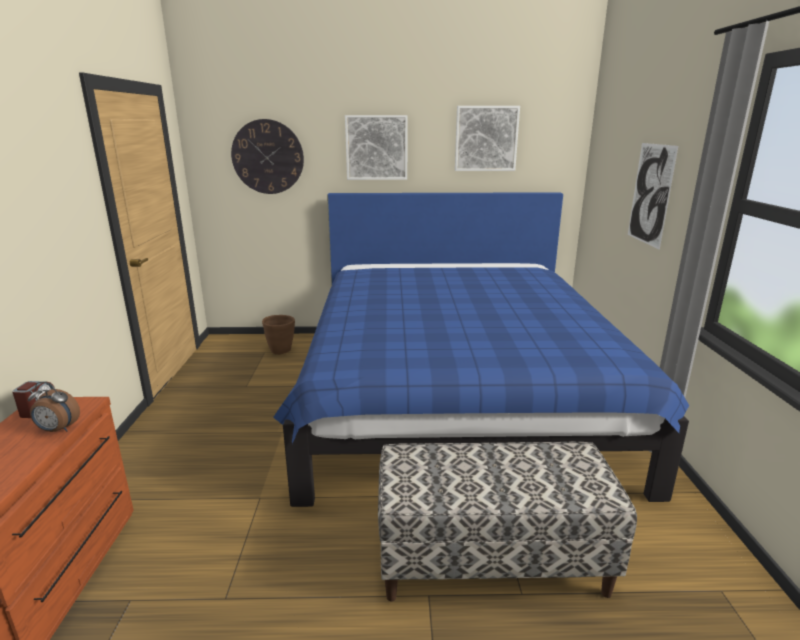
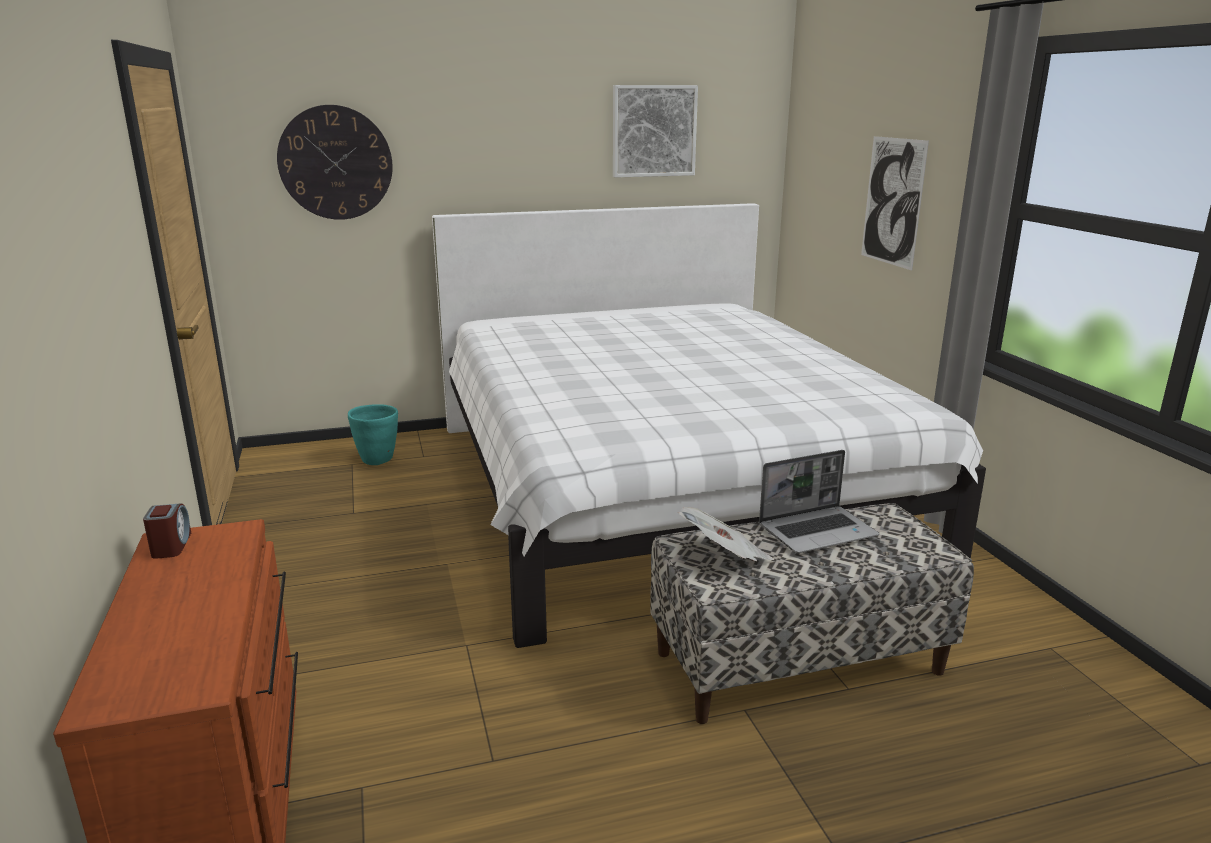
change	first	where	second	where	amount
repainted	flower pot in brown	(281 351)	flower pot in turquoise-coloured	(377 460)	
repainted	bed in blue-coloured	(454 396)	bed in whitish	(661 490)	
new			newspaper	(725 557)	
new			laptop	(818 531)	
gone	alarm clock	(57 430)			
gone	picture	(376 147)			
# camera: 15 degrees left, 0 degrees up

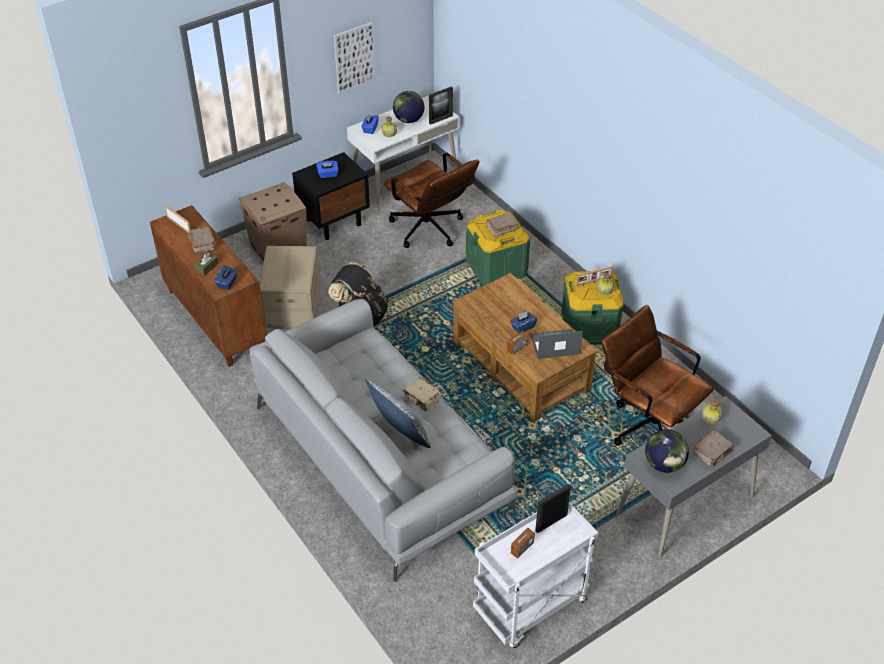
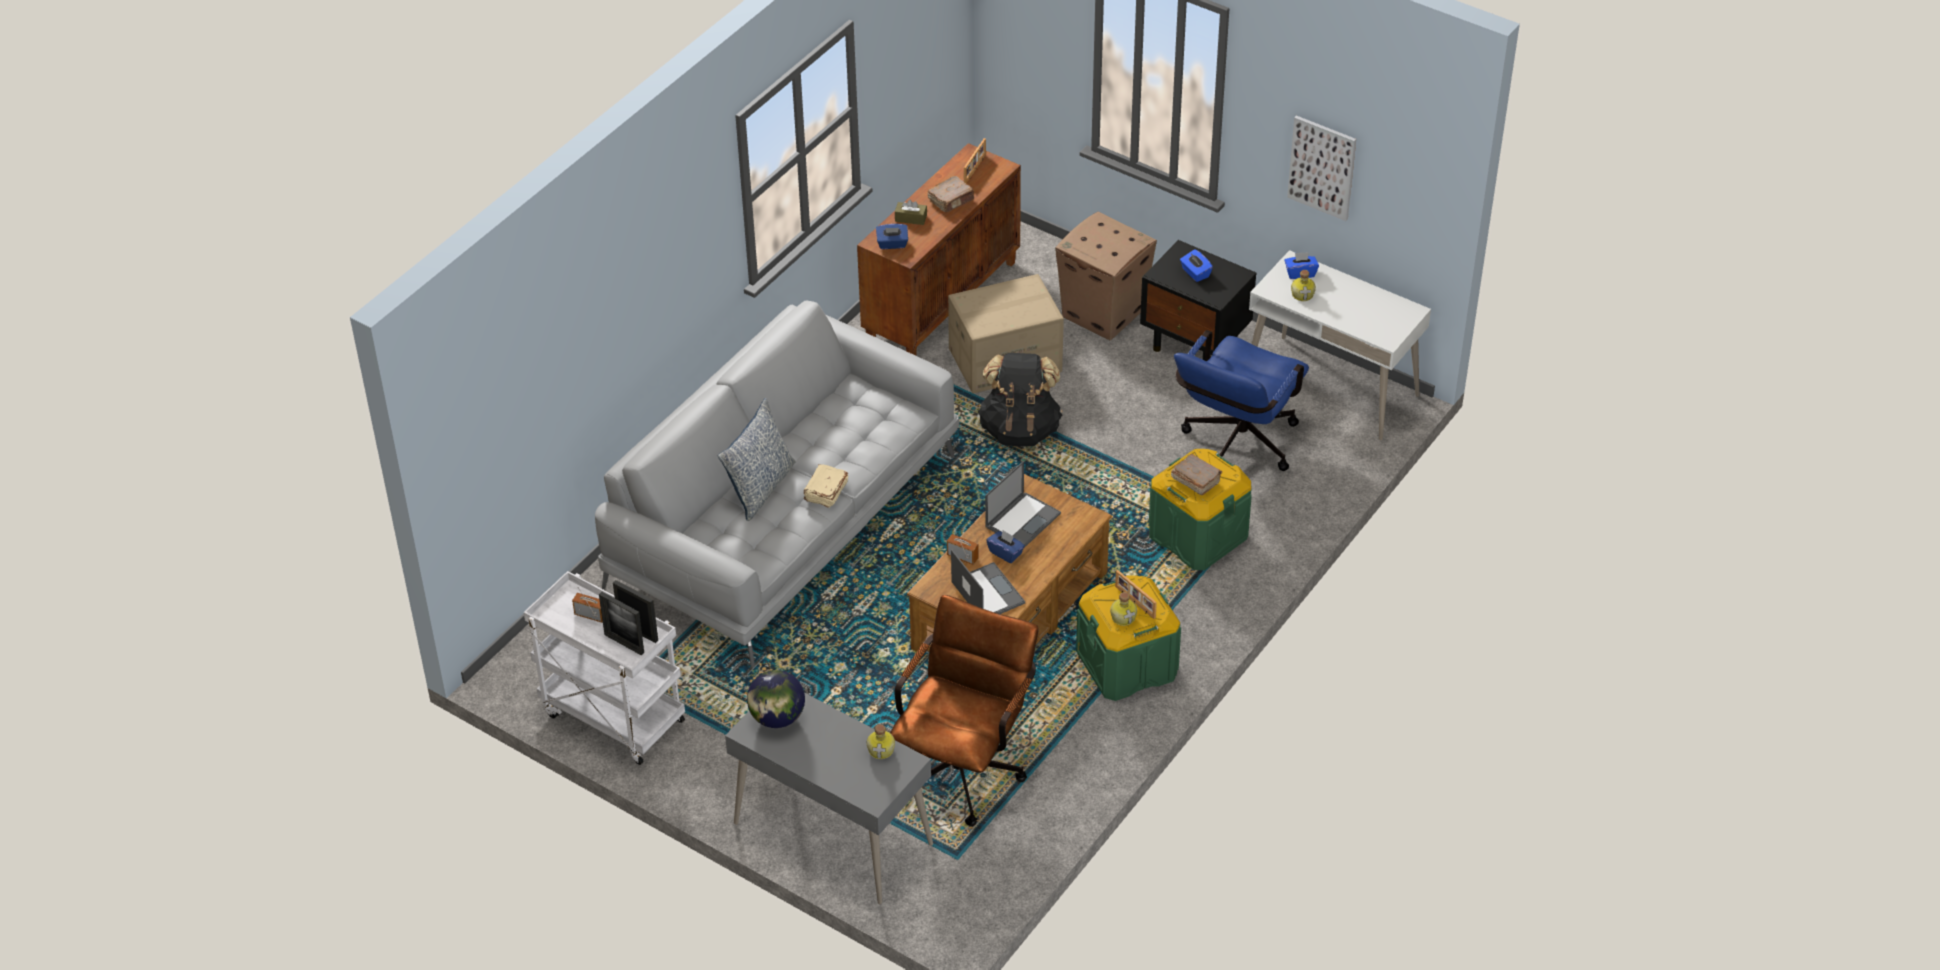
change	first	where	second	where	amount
shifted	picture frame	(440 119)		(624 643)	
new			laptop	(1023 519)	
repainted	computer chair in brown	(431 231)	computer chair in blue-coloured	(1235 447)	
gone	world globe	(408 120)			
gone	bound book in brown	(712 453)			
# camera: 70 degrees right, 0 degrees up

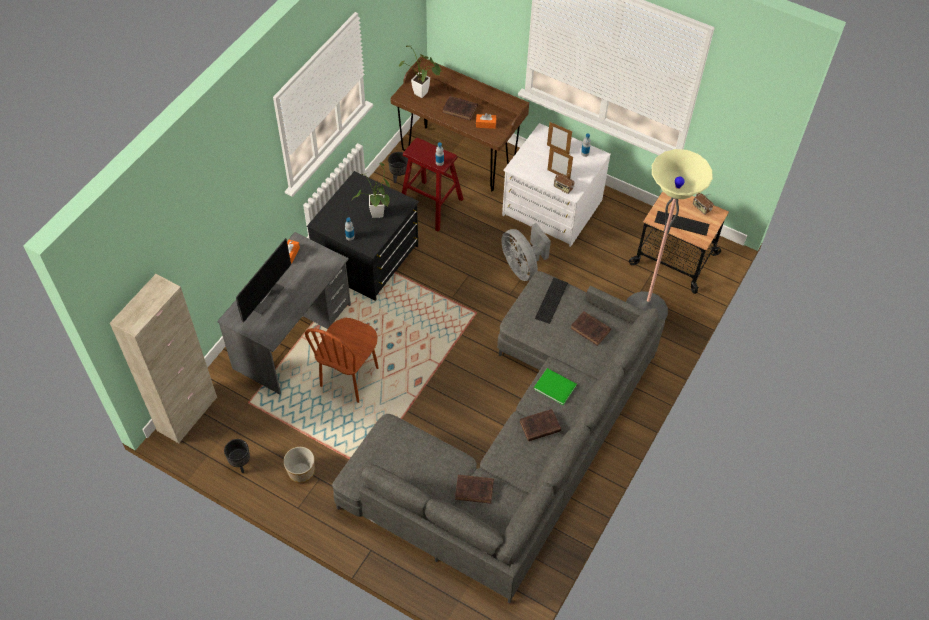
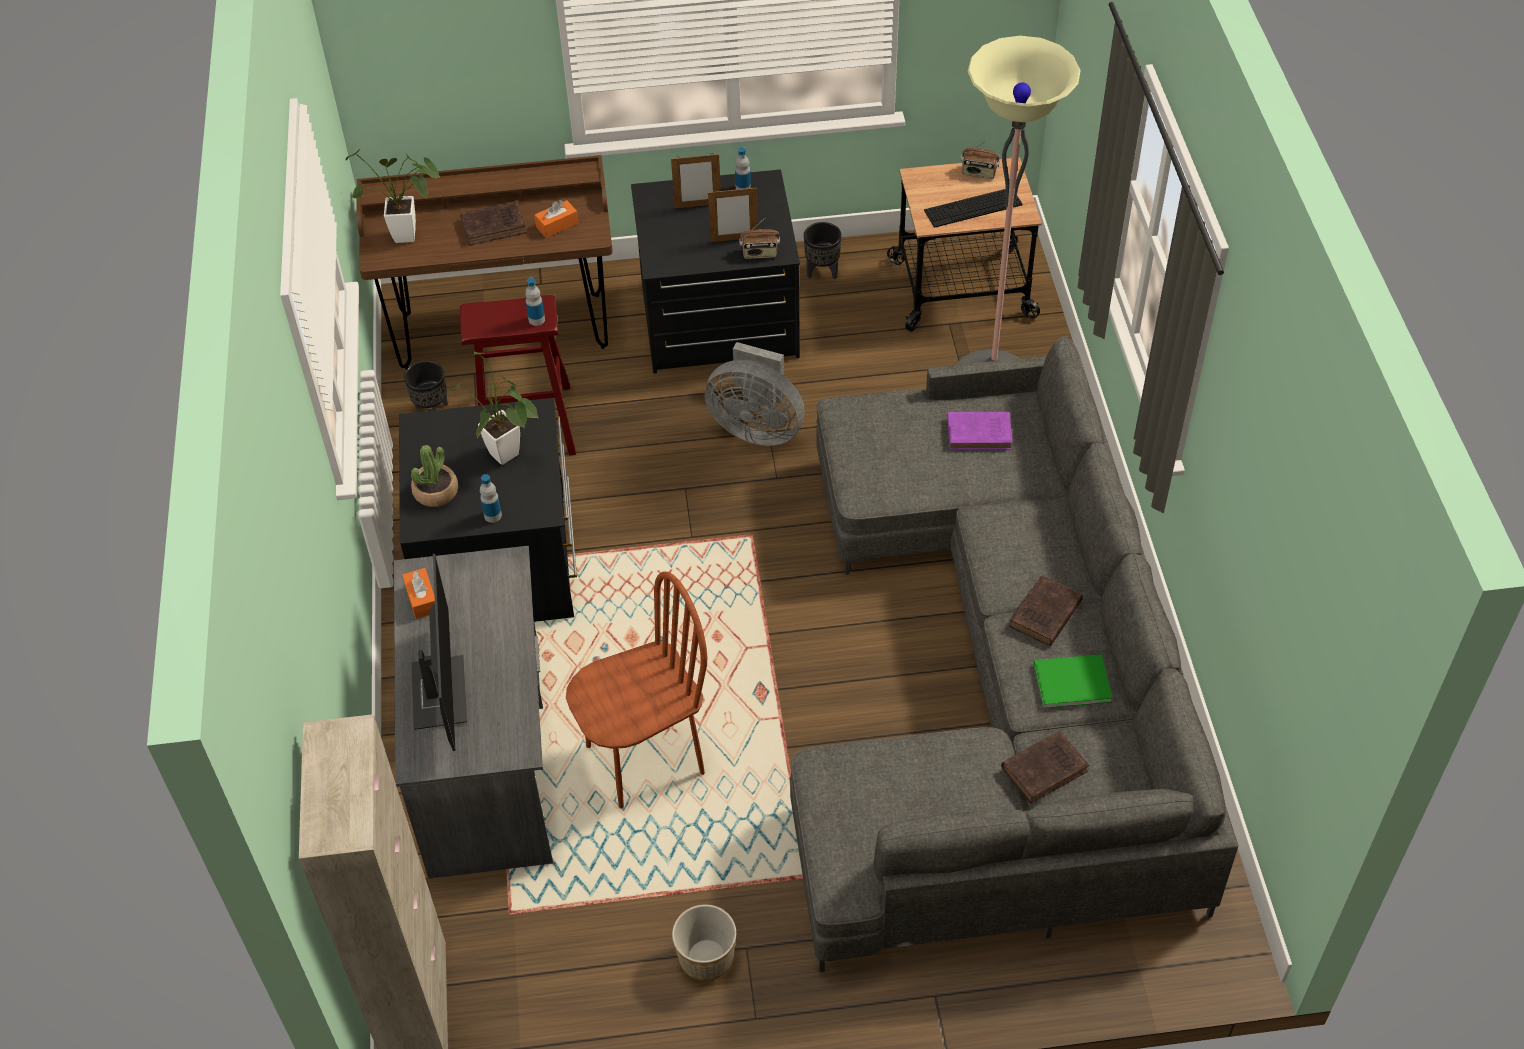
change	first	where	second	where	amount
new			potted plant	(436 492)	
rotated	chair in brown	(350 377)		(644 759)	105 degrees counterclockwise
repainted	chest of drawers in whitish	(551 208)	chest of drawers in blackish	(719 321)	
shifted	flower pot in blackish	(240 464)		(821 272)	
repainted	bound book in brown	(591 330)	bound book in purple-coloured	(981 433)	
shifted	bound book in greenish	(554 386)		(1069 681)	
gone	PC keyboard	(551 300)			
# camera: 35 degrees left, 5 degrees down

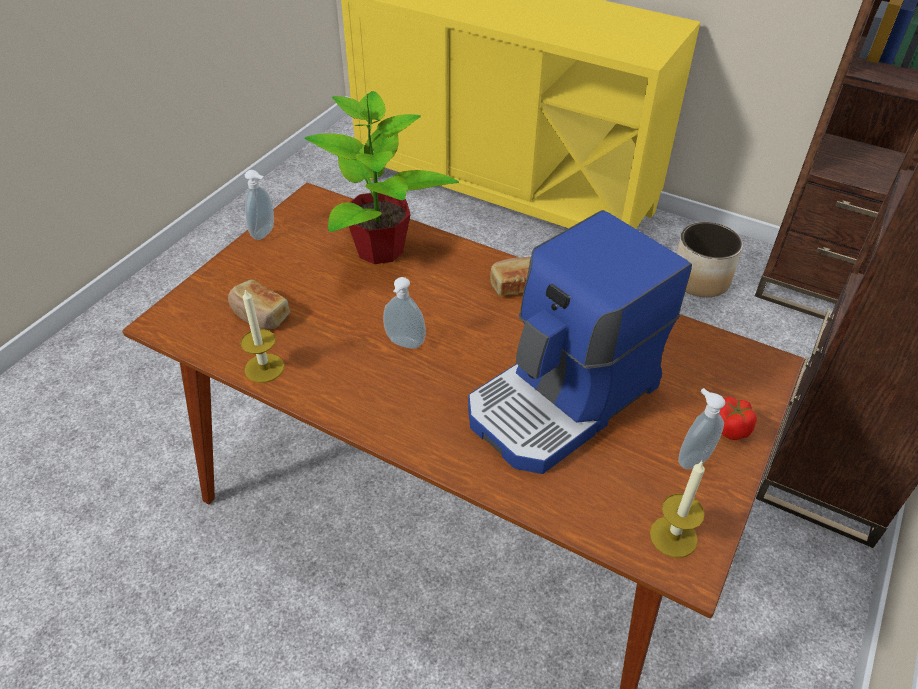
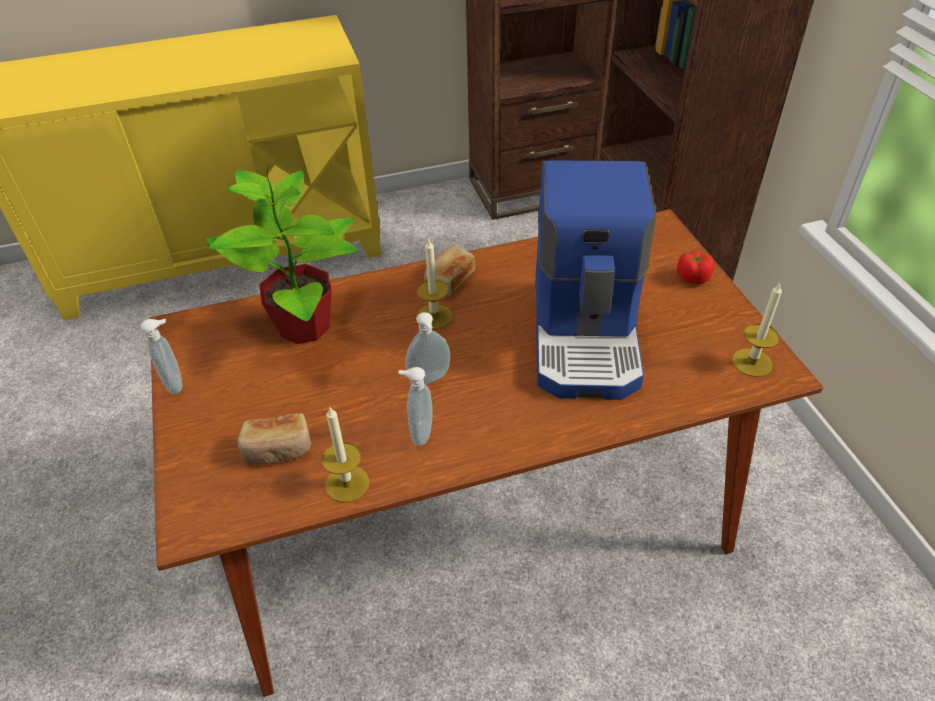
change	first	where	second	where	amount
shifted	liquid soap bottle	(692 458)		(419 433)	
new			wax candle	(434 317)	
gone	flower pot	(700 280)			
# camera: 45 degrees left, 0 degrees up

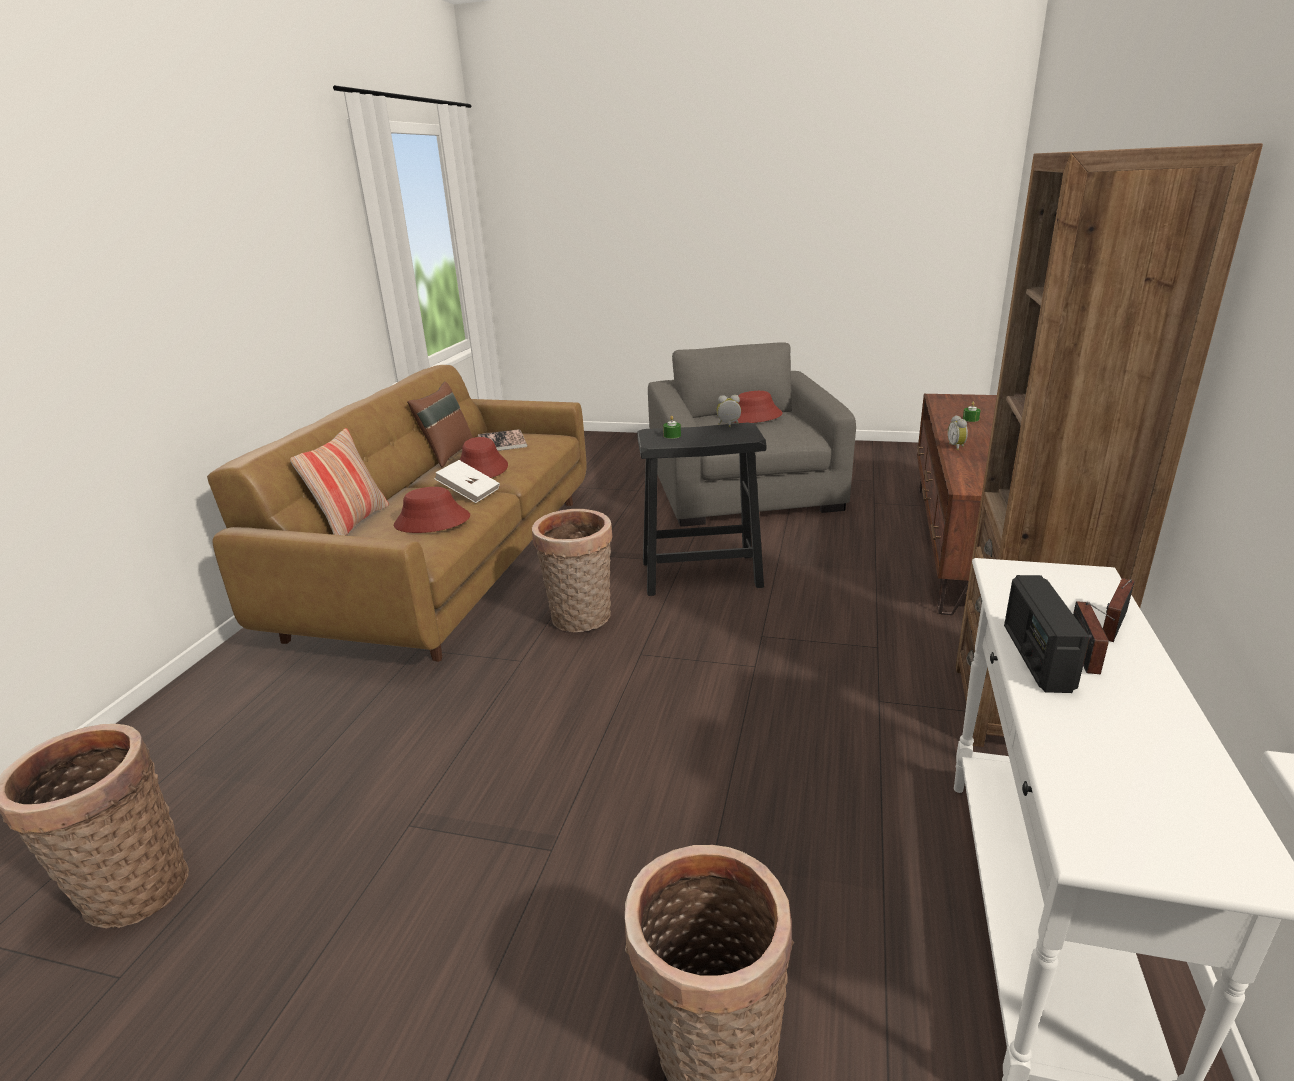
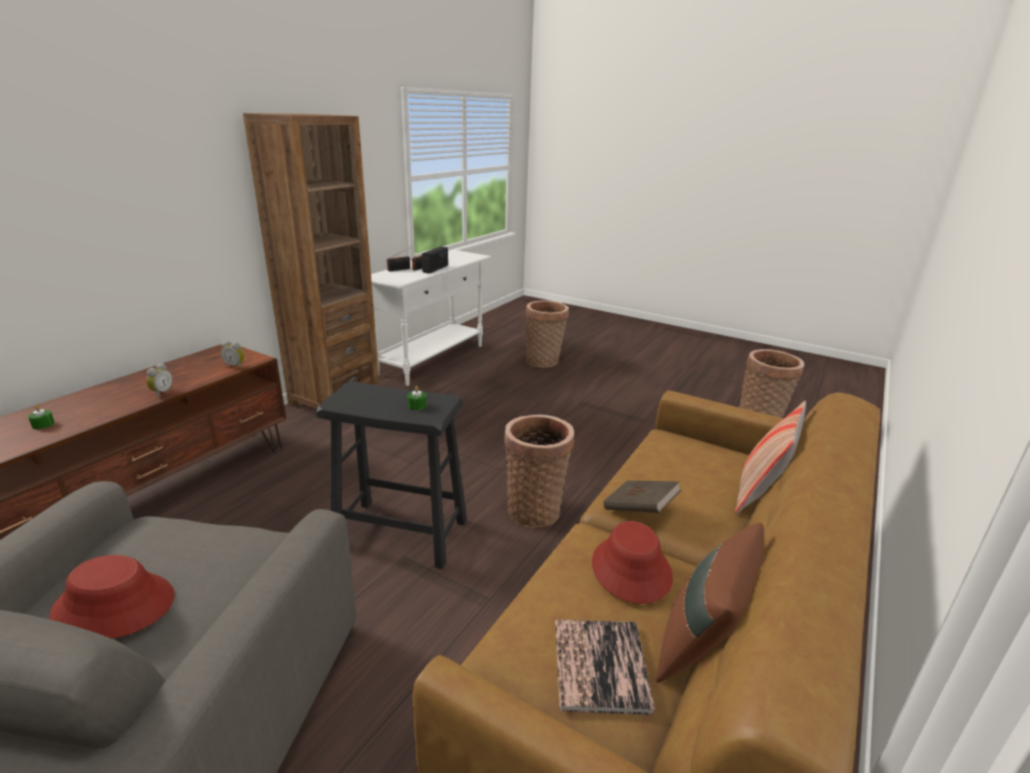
change	first	where	second	where	amount
shifted	alarm clock	(729 425)		(235 366)	
repainted	bound book in whitish	(469 493)	bound book in brown	(639 509)	
gone	wearable hat in red-coloured	(432 521)			
# camera: 165 degrees left, 0 degrees up

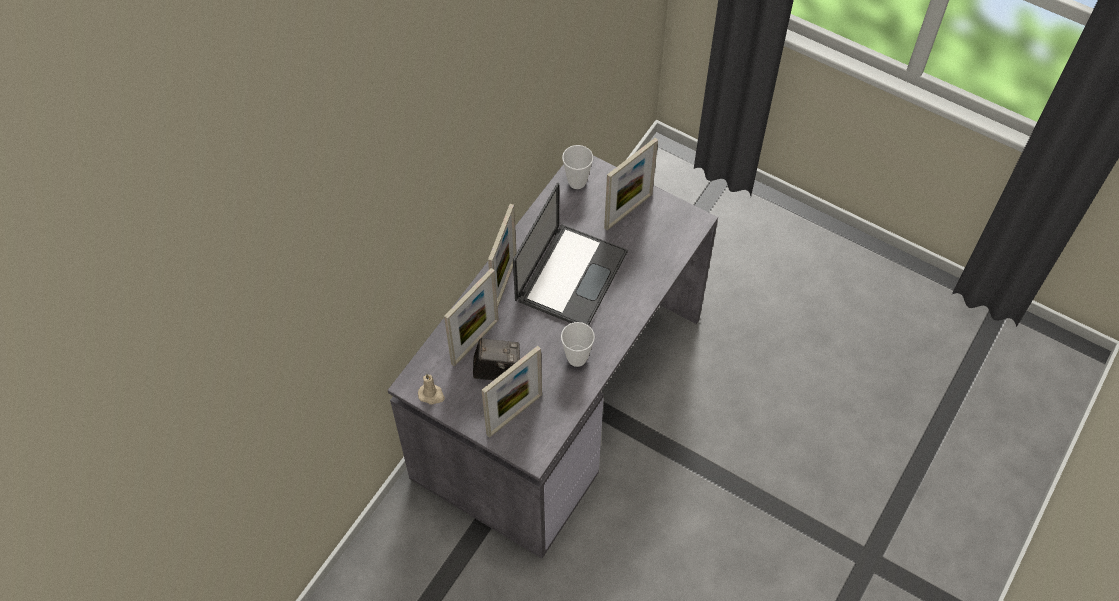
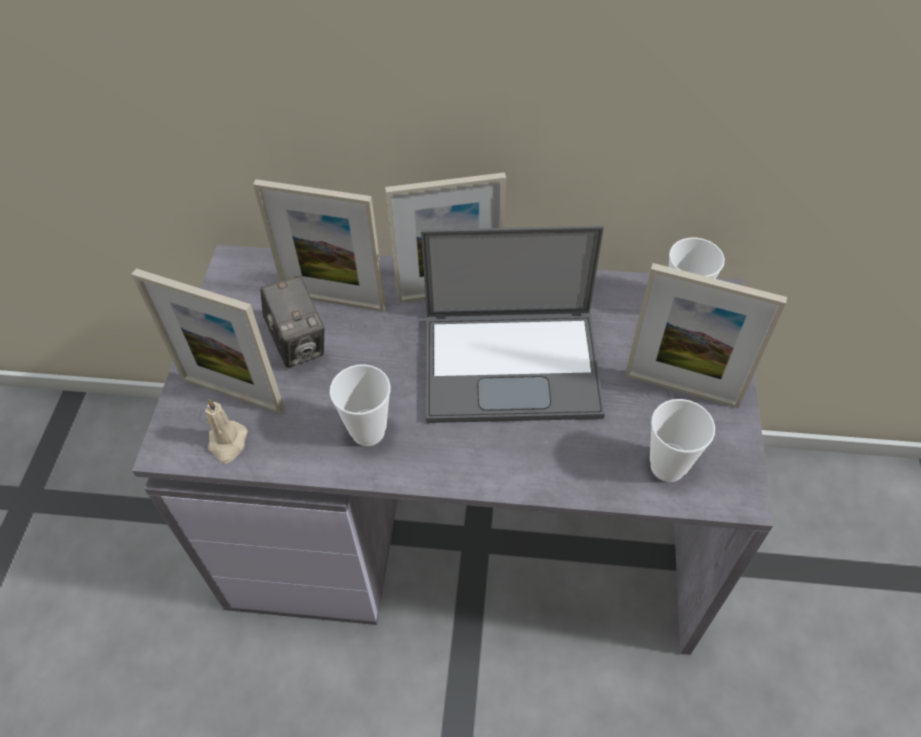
change	first	where	second	where	amount
shifted	wax candle in beige	(431 395)		(228 443)	
new			drinking cup	(667 467)	
# camera: 65 degrees right, 5 degrees down

